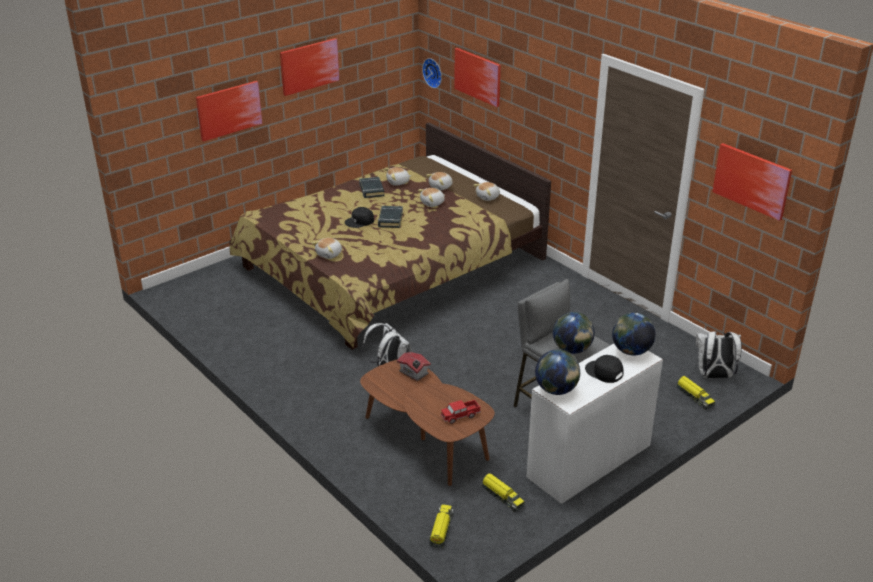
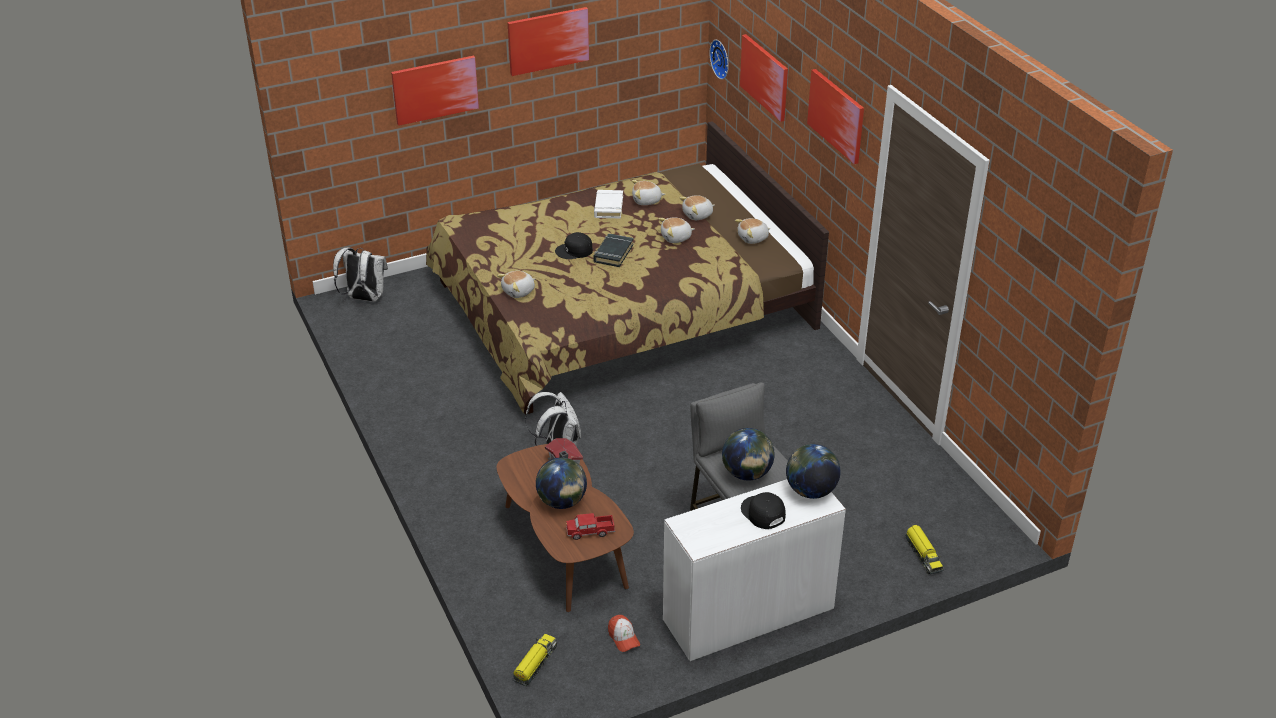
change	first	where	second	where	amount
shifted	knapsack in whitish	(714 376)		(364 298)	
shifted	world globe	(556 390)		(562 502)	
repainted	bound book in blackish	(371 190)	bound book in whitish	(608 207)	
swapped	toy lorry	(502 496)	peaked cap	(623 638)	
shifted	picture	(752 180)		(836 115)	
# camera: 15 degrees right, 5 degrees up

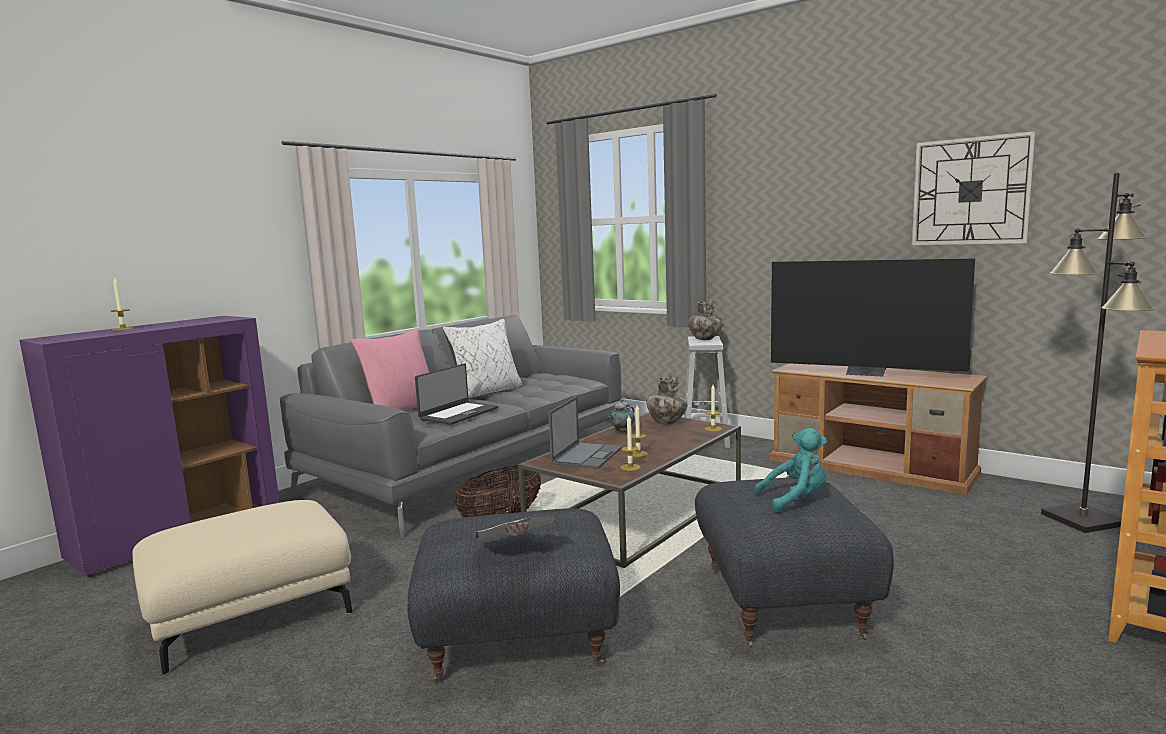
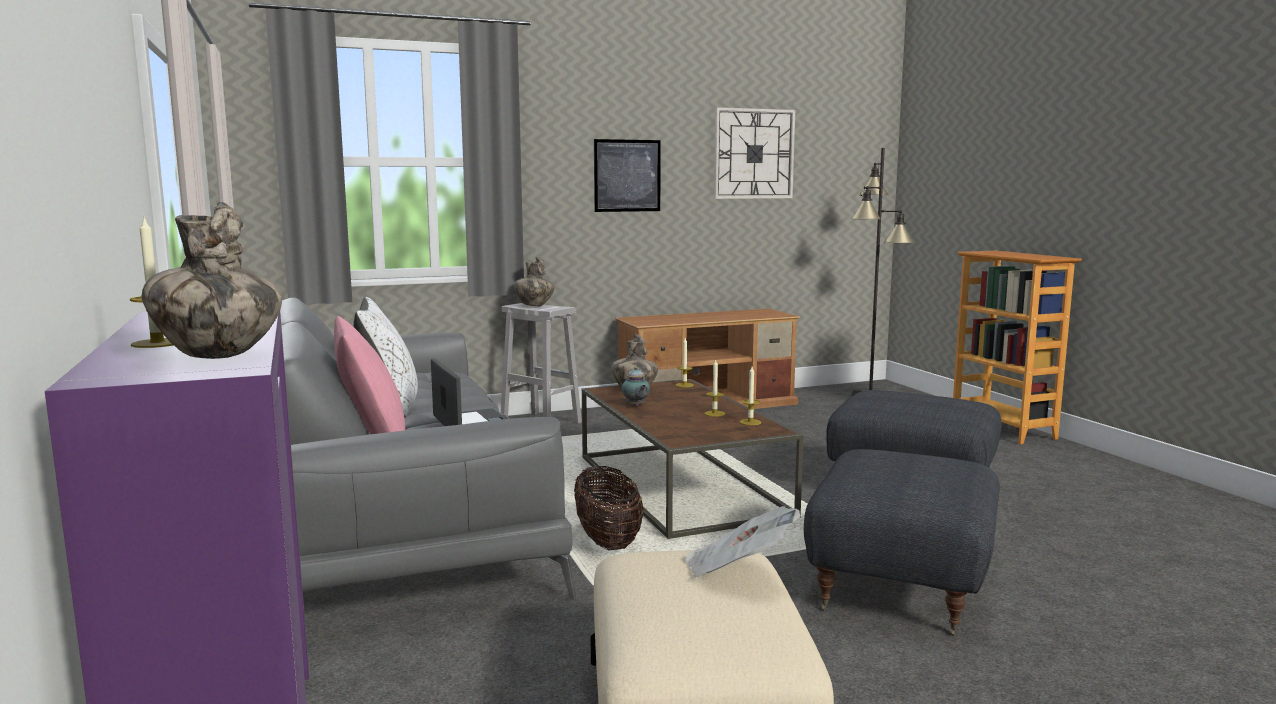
change	first	where	second	where	amount
new			vase	(218 355)	
new			picture	(627 175)	
shifted	newspaper	(515 550)		(738 569)	
gone	laptop	(587 455)			
gone	plush toy in turquoise-coloured	(795 500)			
gone	TV set	(866 373)			
# camera: 60 degrees left, 0 degrees up

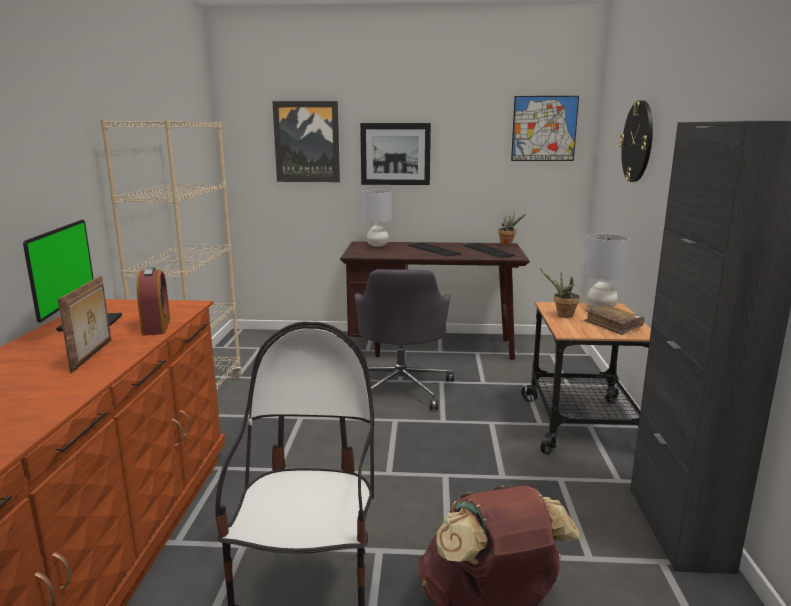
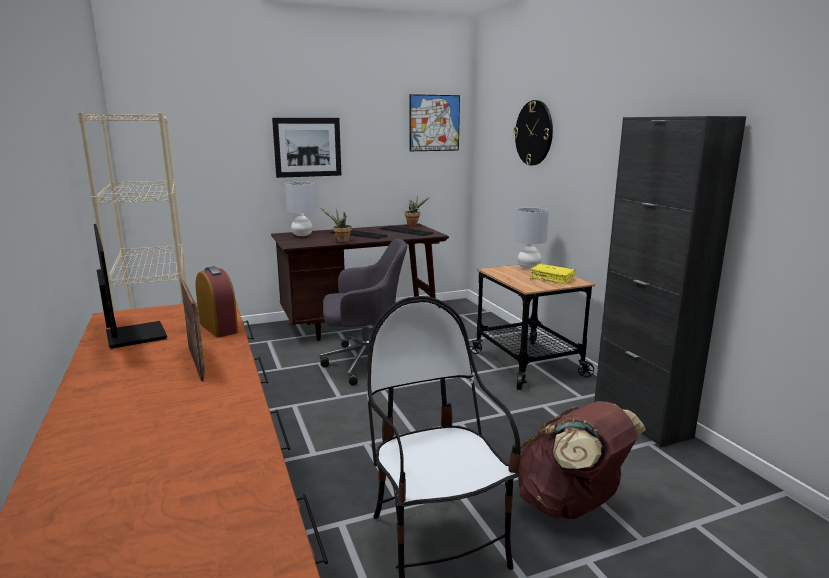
change	first	where	second	where	amount
rotated	computer chair in greyish	(401 388)		(364 363)	75 degrees counterclockwise
shifted	potted plant	(562 315)		(341 241)	
repainted	bound book in brown	(613 325)	bound book in yellowish	(552 279)	
gone	picture	(307 142)			
# camera: 25 degrees left, 0 degrees up

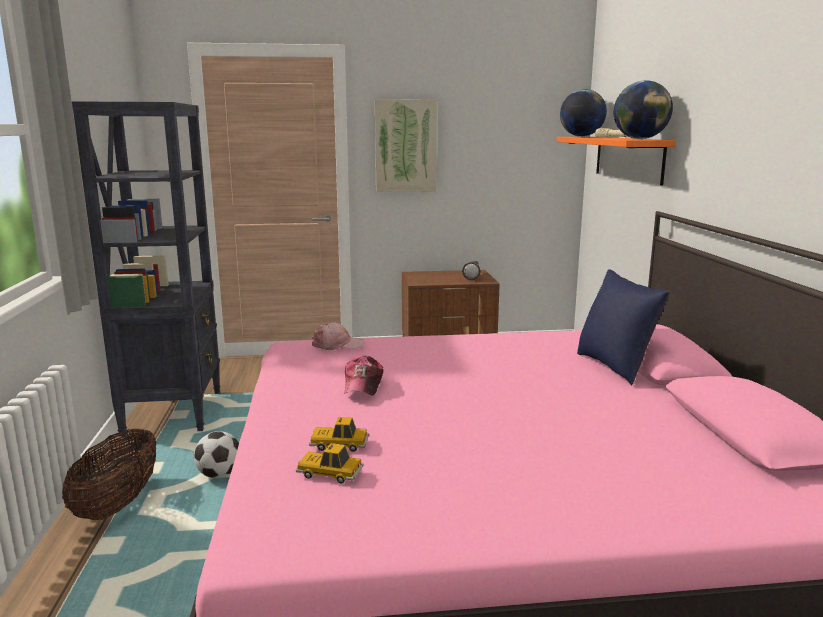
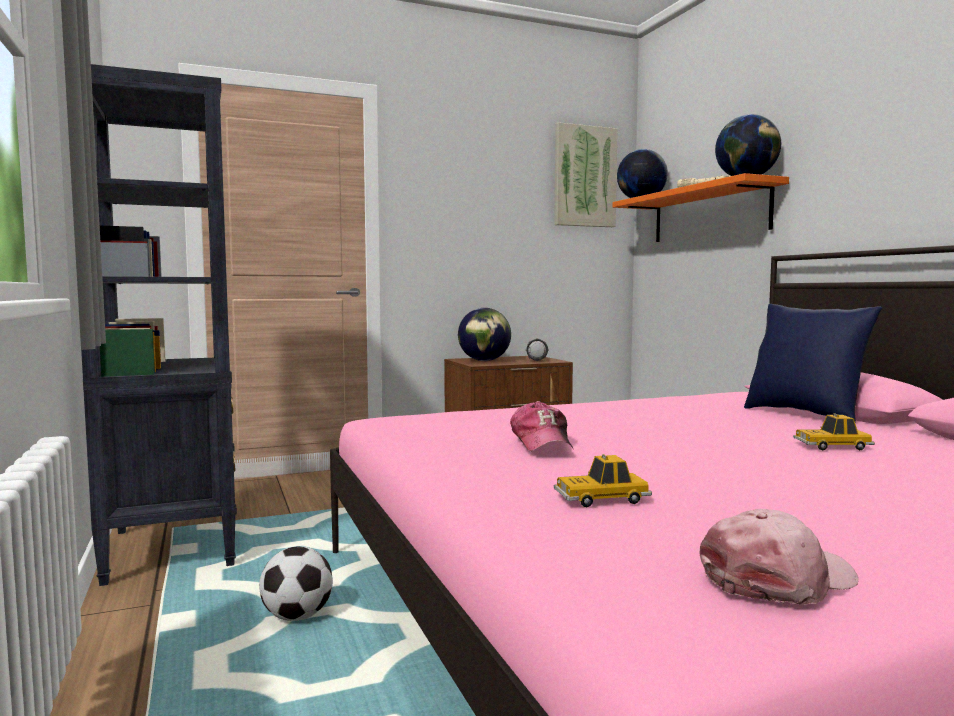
change	first	where	second	where	amount
new			world globe	(484 361)	
shifted	picture	(405 146)		(584 176)	
shifted	peaked cap in pink	(337 345)		(778 579)	
shifted	miniature car	(330 473)		(832 446)	
gone	basket	(118 504)			
# camera: 15 degrees left, 10 degrees down

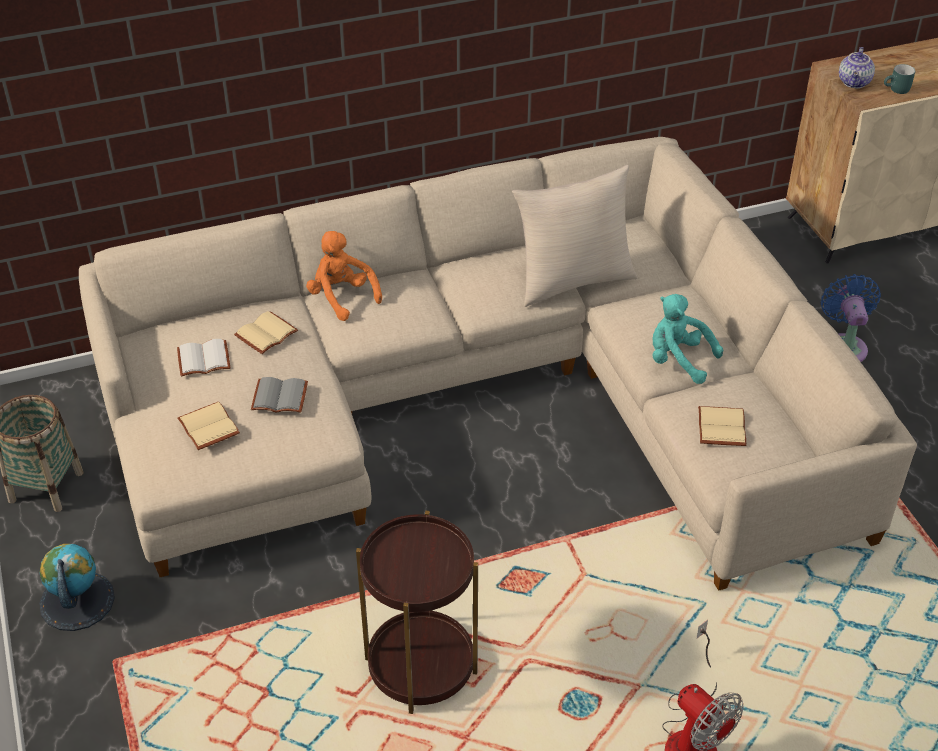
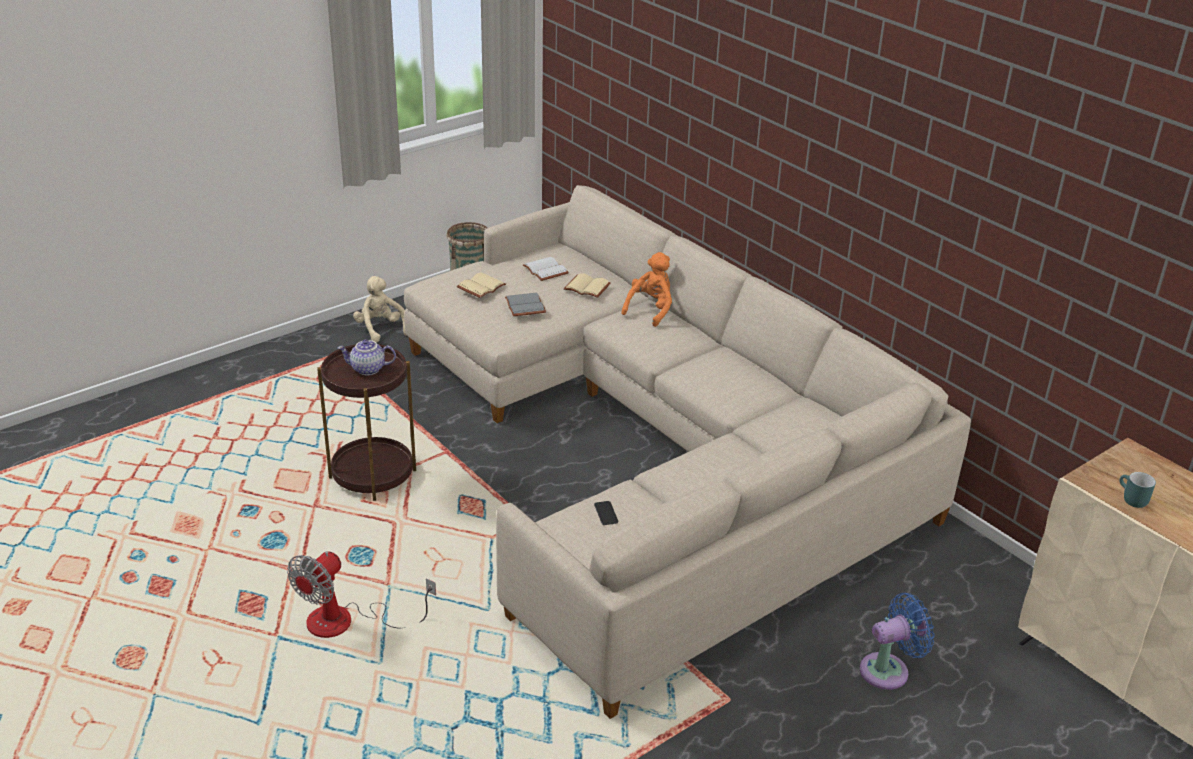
change	first	where	second	where	amount
shifted	pot for tea	(855 82)		(367 369)	
swapped	world globe	(76 601)	plush toy in beige	(380 329)	
swapped	bound book in beige	(719 426)	telephone	(606 513)	
gone	cushion in beige	(573 281)			
gone	plush toy in turquoise-coloured	(678 360)			
# camera: 70 degrees right, 10 degrees down

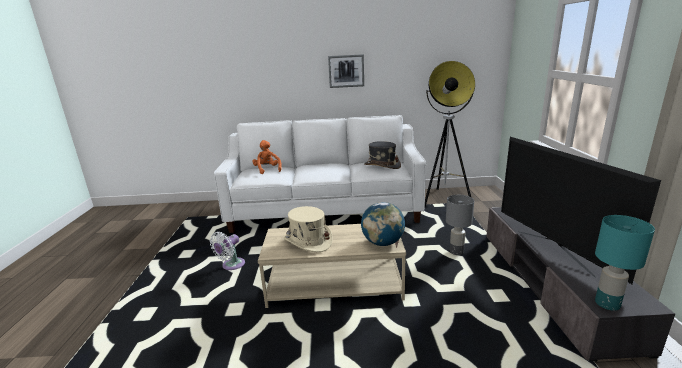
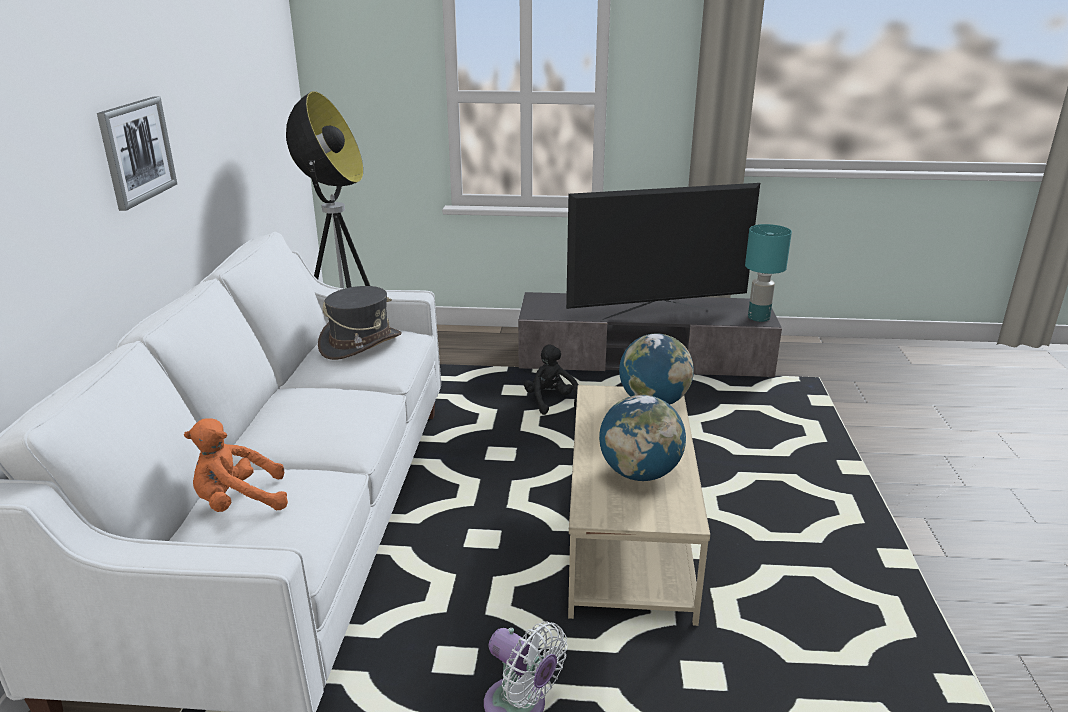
change	first	where	second	where	amount
swapped	table lamp in greyish	(457 252)	plush toy in blackish	(551 401)	
swapped	wearable hat in beige	(308 241)	world globe	(640 473)	
# camera: 85 degrees left, 5 degrees up

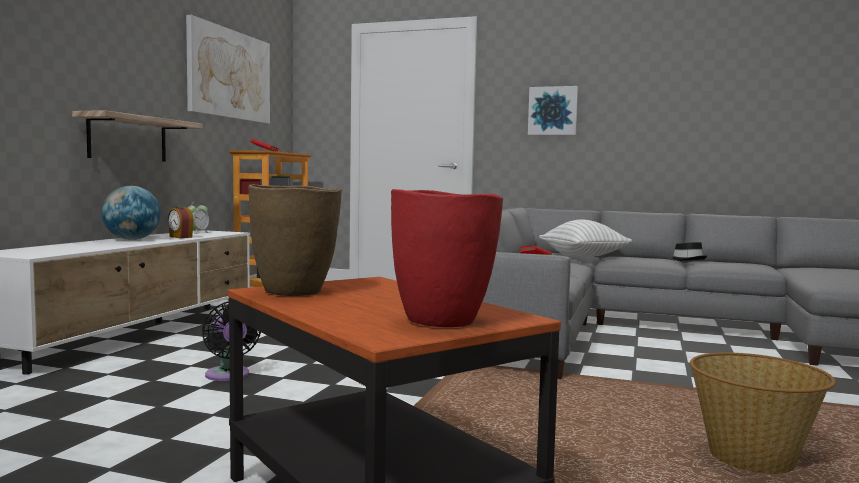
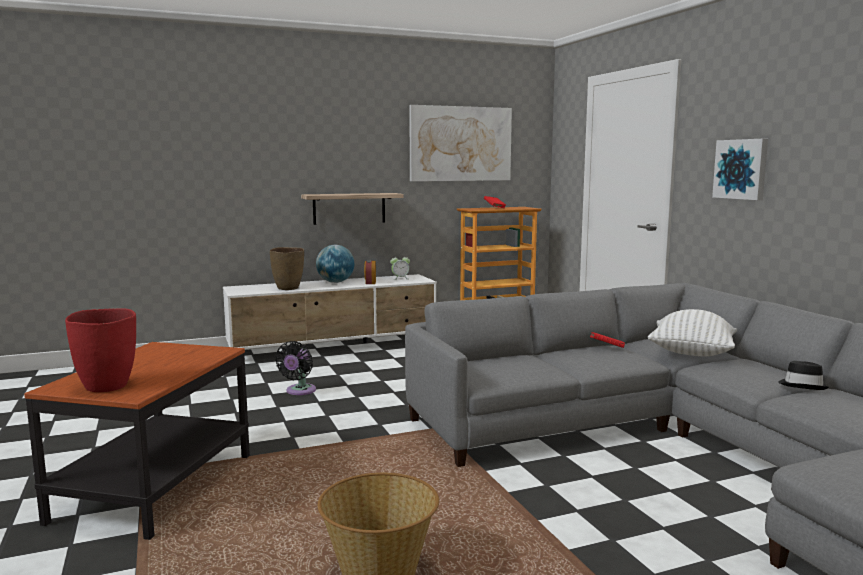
change	first	where	second	where	amount
shifted	vase in brown	(295 292)		(288 288)	
# camera: 50 degrees right, 5 degrees up

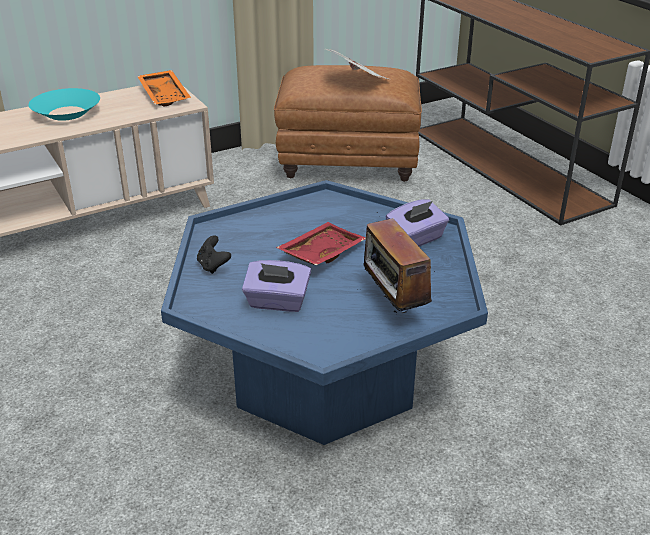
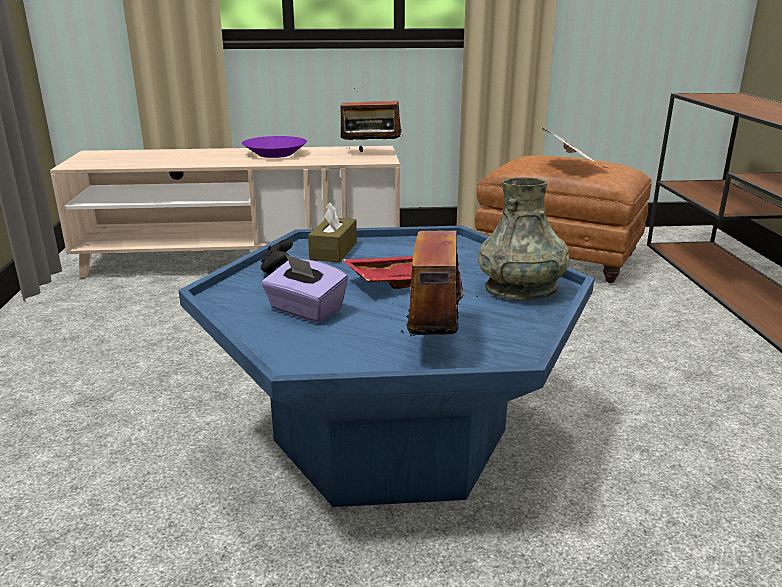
change	first	where	second	where	amount
repainted	deep dish in turquoise-coloured	(66 113)	deep dish in purple-coloured	(275 154)	
new			tissue box in brown	(333 251)	
swapped	serving tray in orange-coloured	(166 95)	radio	(371 153)	
swapped	tissue box in purple-coloured	(416 239)	vase in greyish	(521 289)	
# camera: 25 degrees right, 10 degrees down

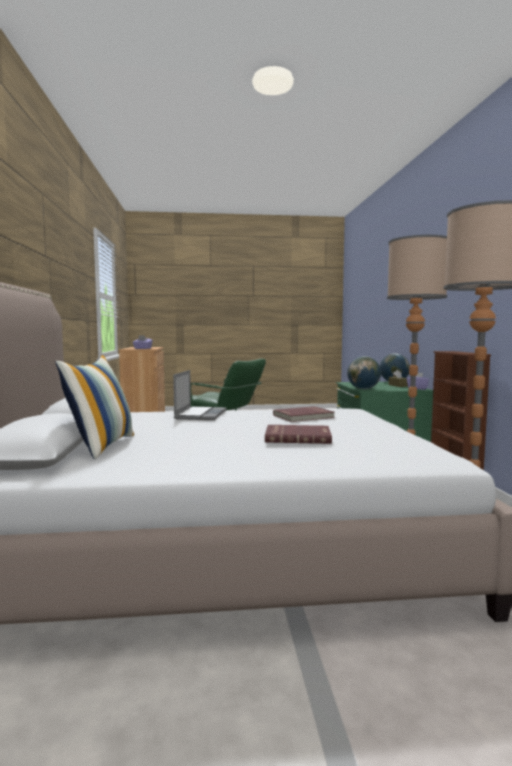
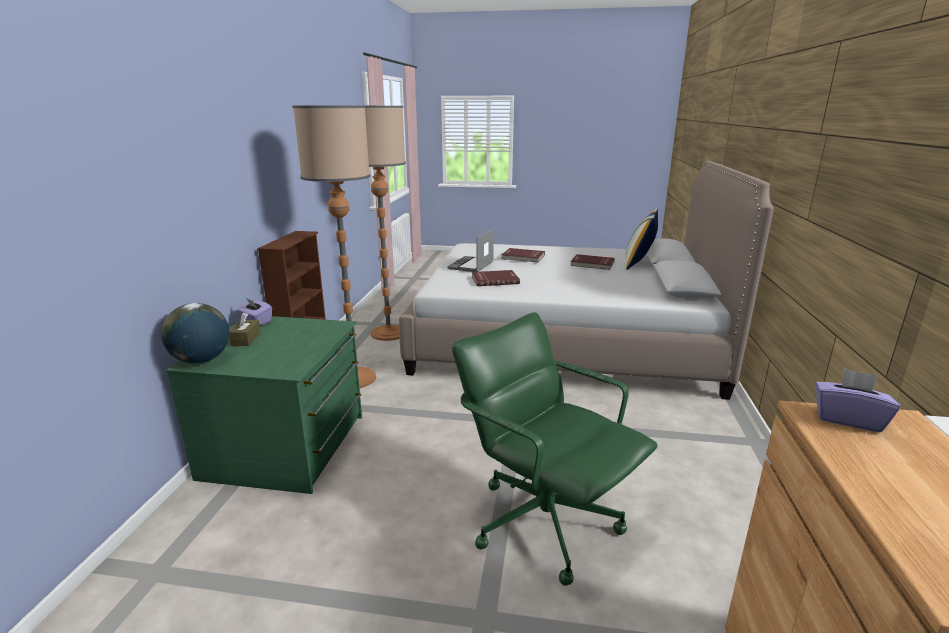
change	first	where	second	where	amount
shifted	laptop	(200 415)		(471 265)	
new			bound book in red-coloured	(592 264)	
gone	world globe	(363 389)			
# camera: 165 degrees left, 15 degrees up

